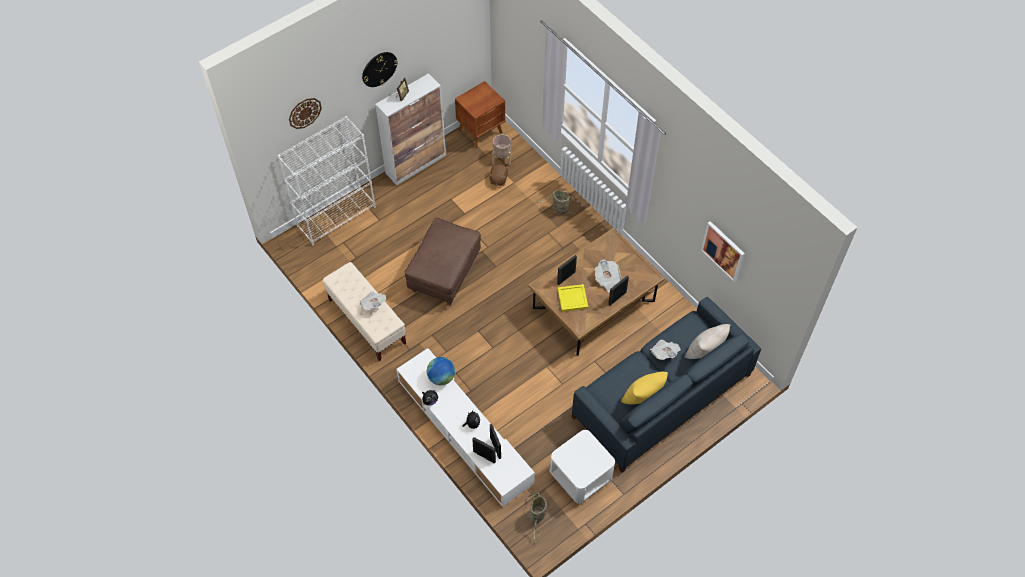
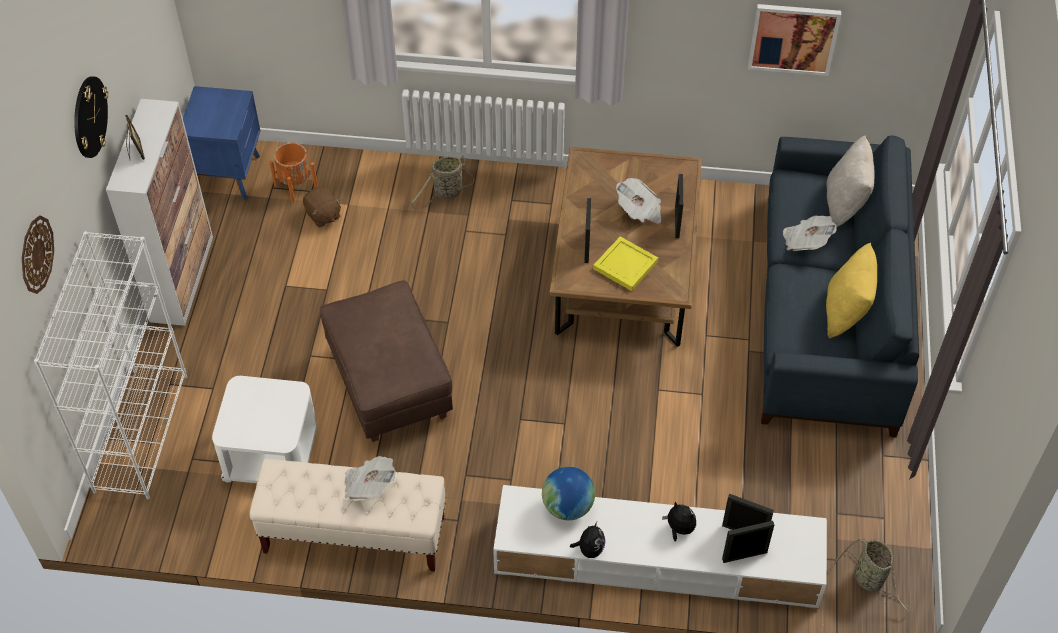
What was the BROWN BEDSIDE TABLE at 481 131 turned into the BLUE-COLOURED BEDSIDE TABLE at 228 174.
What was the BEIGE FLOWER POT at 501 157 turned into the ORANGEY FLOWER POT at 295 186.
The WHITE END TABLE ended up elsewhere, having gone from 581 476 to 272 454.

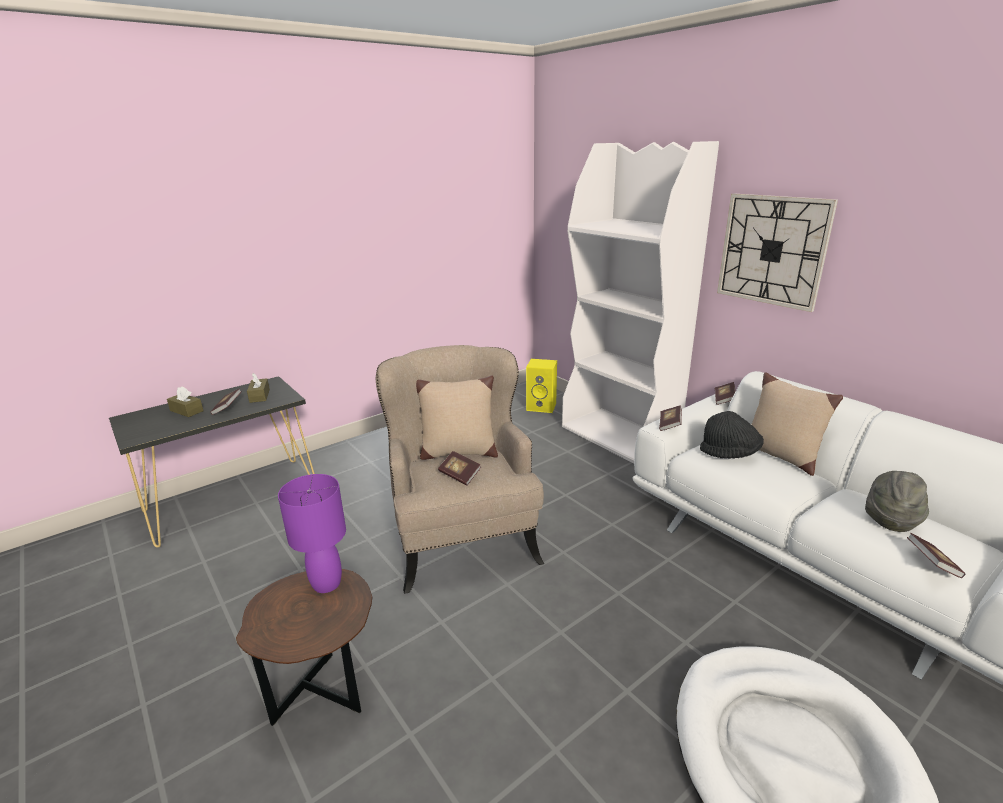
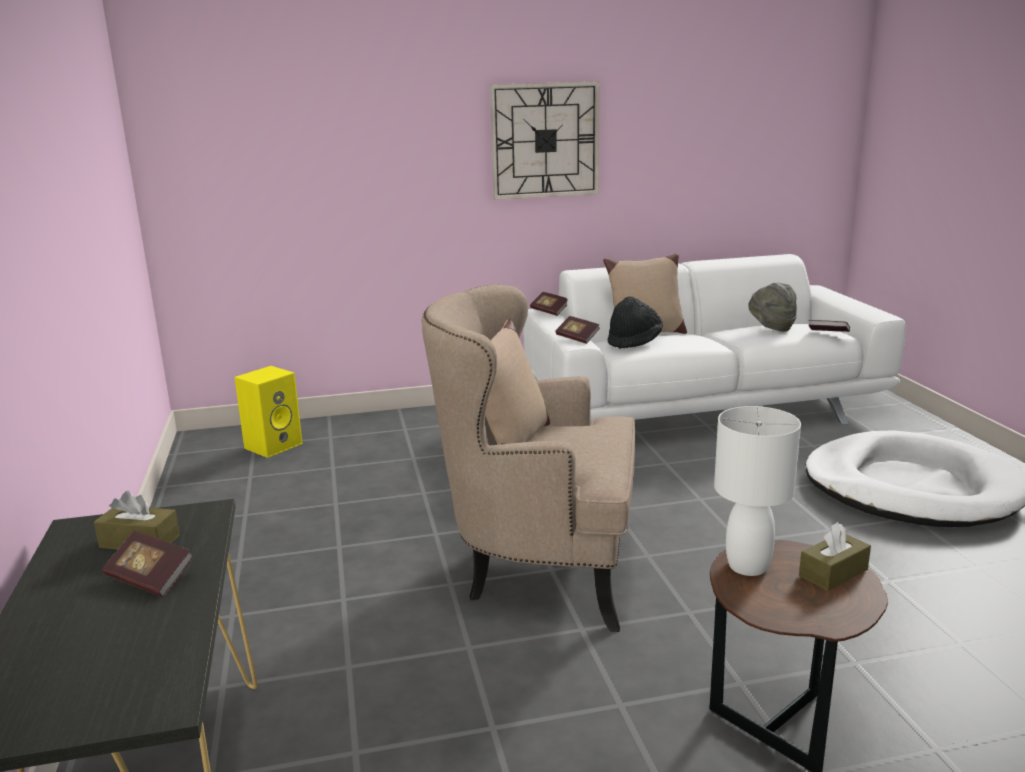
The second view lost the WHITE BOOKCASE at 620 436.
The BROWN TISSUE HOLDER ended up elsewhere, having gone from 186 411 to 833 573.
The second view lost the VOLUME at 460 475.
What was the PURPLE-COLOURED TABLETOP LAMP at 327 583 turned into the WHITE TABLETOP LAMP at 747 566.

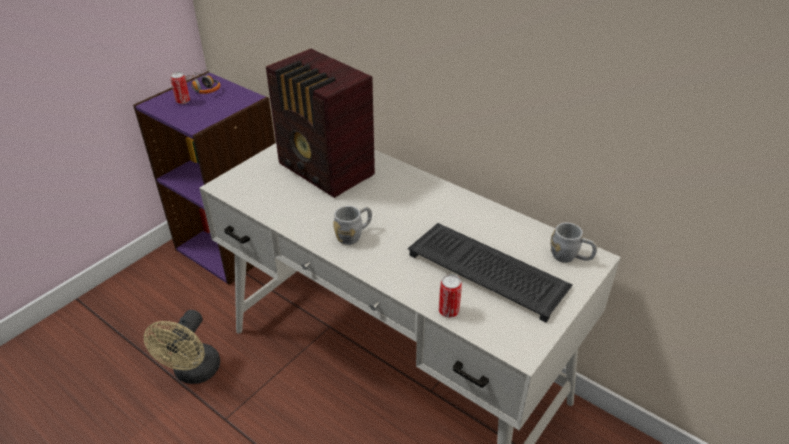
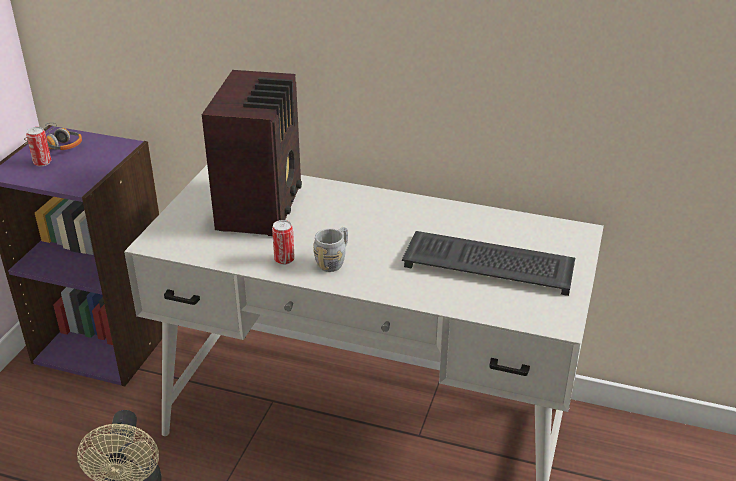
The RADIO at 326 171 ended up facing another way, 105 degrees counterclockwise from before.
The second view lost the GRAY MUG at 570 257.
The METAL CAN ended up elsewhere, having gone from 448 311 to 284 259.

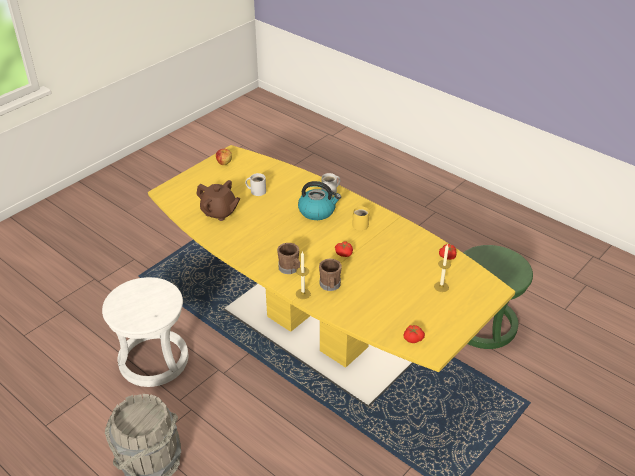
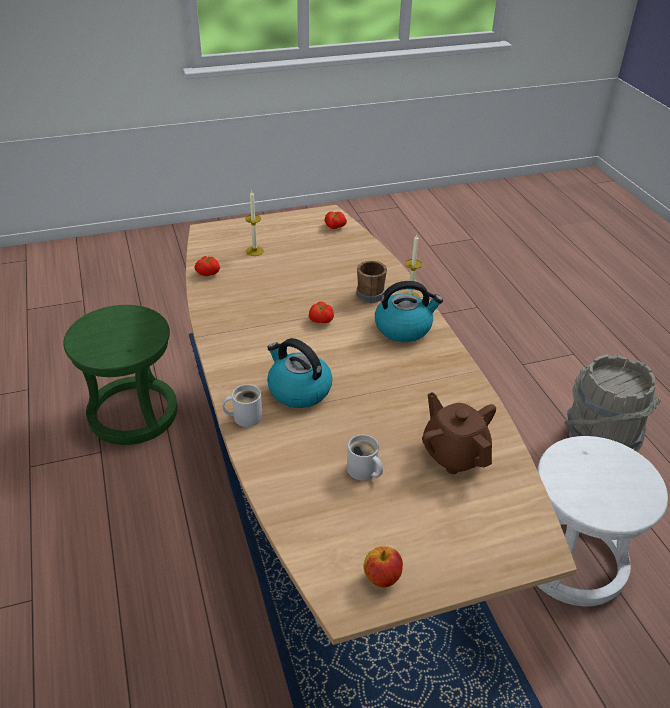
What was the YELLOW-COLOURED DINNER TABLE at 317 333 turned into the BROWN DINNER TABLE at 331 495.
The second view lost the YELLOW-COLOURED MUG at 361 224.
Where the BROWN MUG stood at 290 269, the KETTLE came to stand at 404 328.

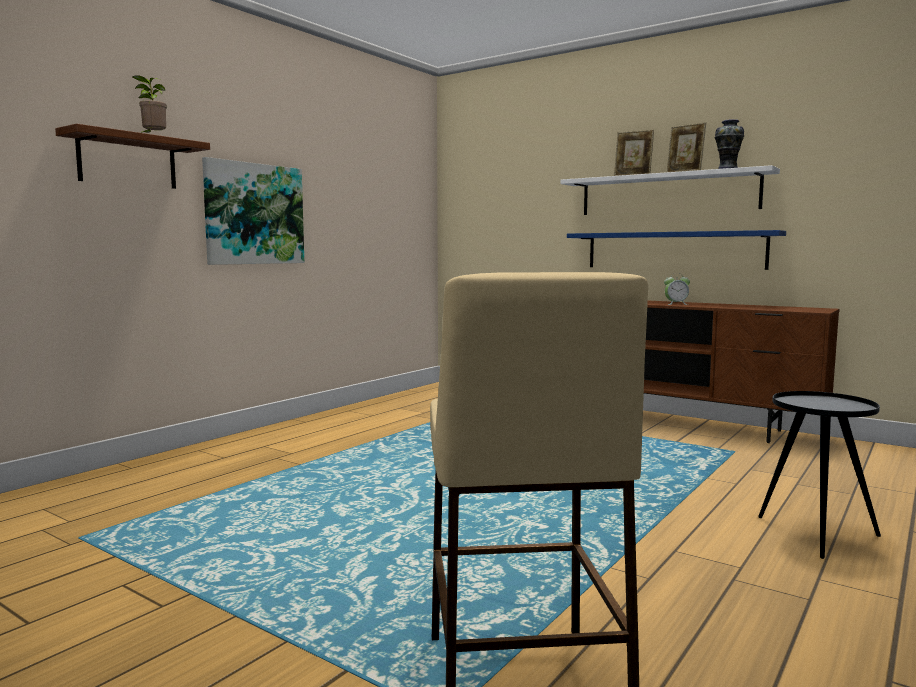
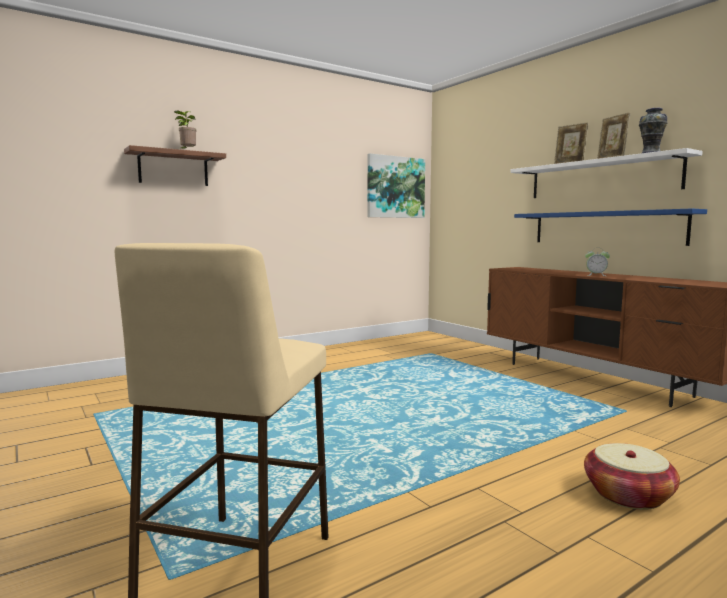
The WALL PICTURE ended up elsewhere, having gone from 254 214 to 395 187.
Where the BLACKISH END TABLE stood at 815 534, the BASKET came to stand at 628 495.

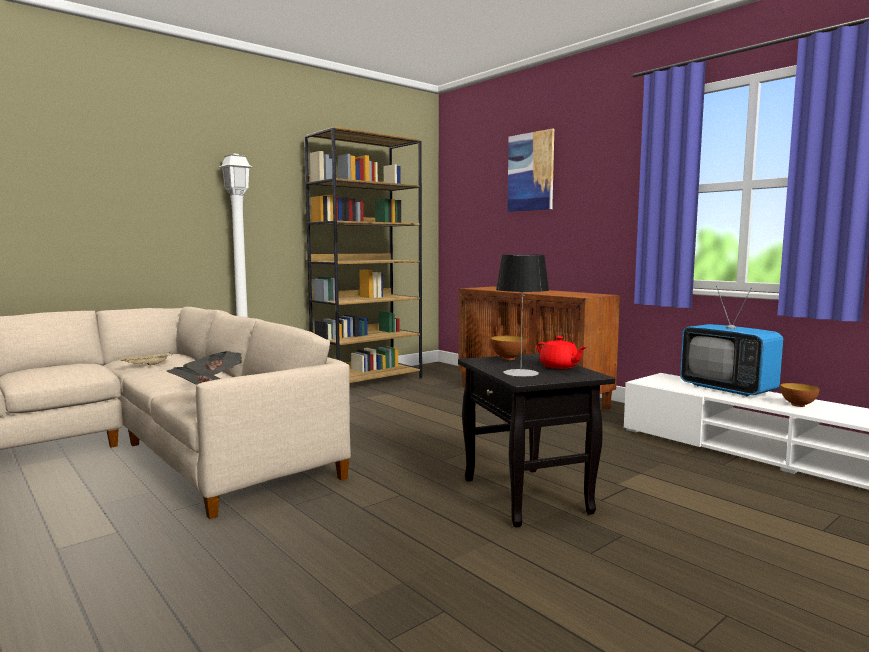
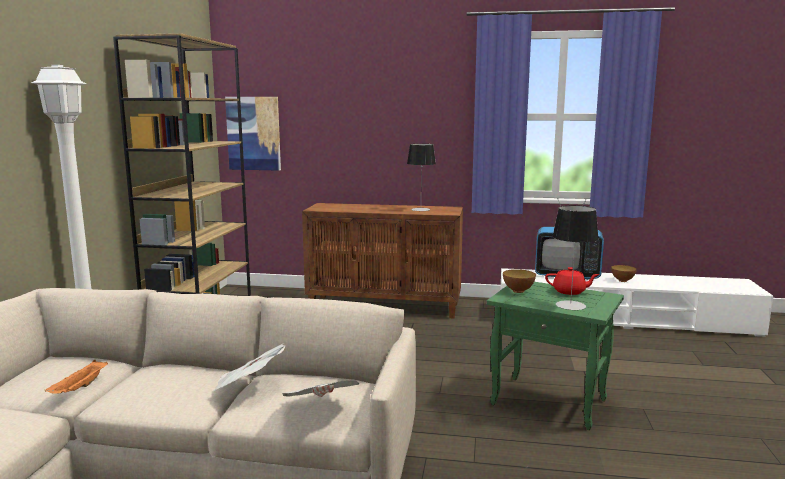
The WALL PICTURE ended up elsewhere, having gone from 530 172 to 253 133.
What was the BEIGE TRAY at 145 365 turned into the ORANGEY TRAY at 79 388.
What was the BLACKISH END TABLE at 528 497 turned into the GREEN END TABLE at 551 402.
The second view gained the TABLETOP LAMP at 420 209.

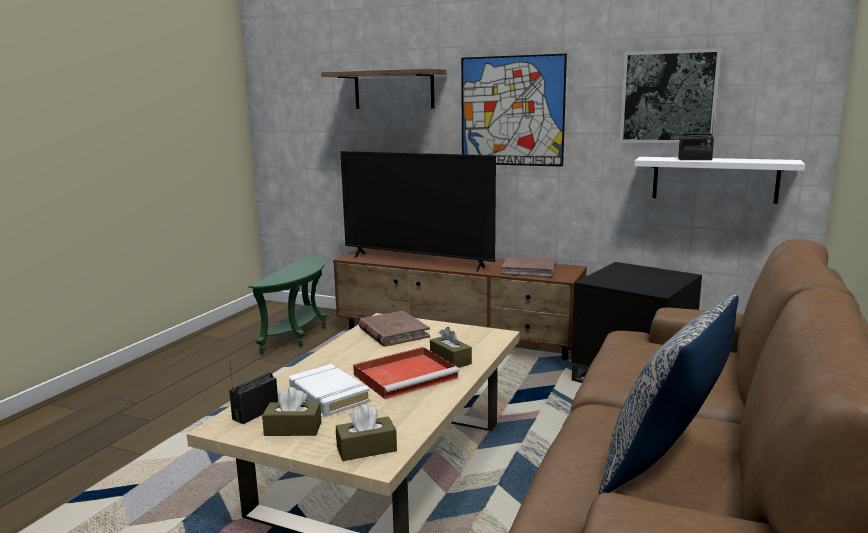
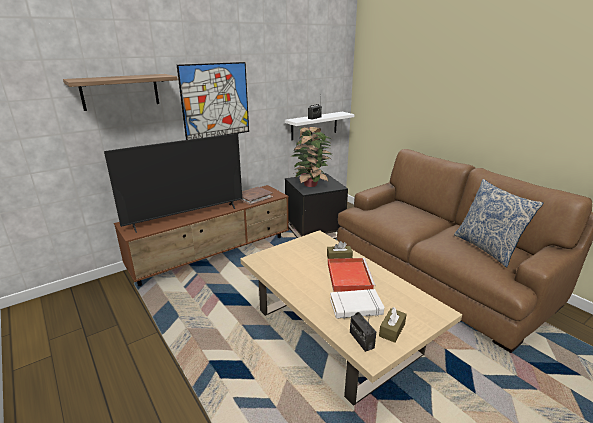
The second view lost the WALL PICTURE at 668 97.
The second view lost the GREEN END TABLE at 299 335.
The second view lost the BROWN VOLUME at 393 332.
The second view lost the BROWN TISSUE HOLDER at 366 449.
The second view gained the POTTED PLANT at 311 184.

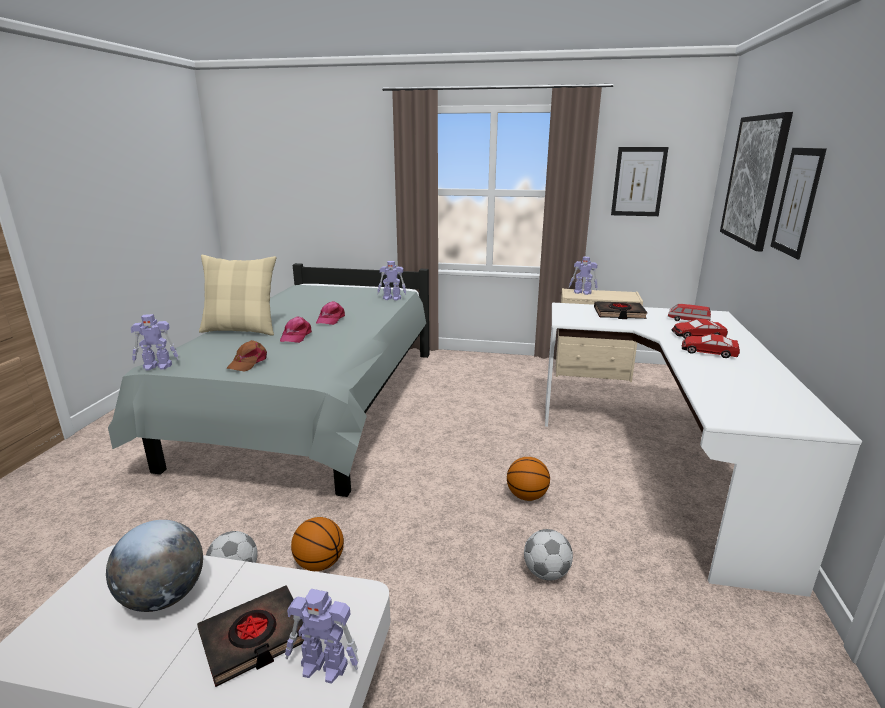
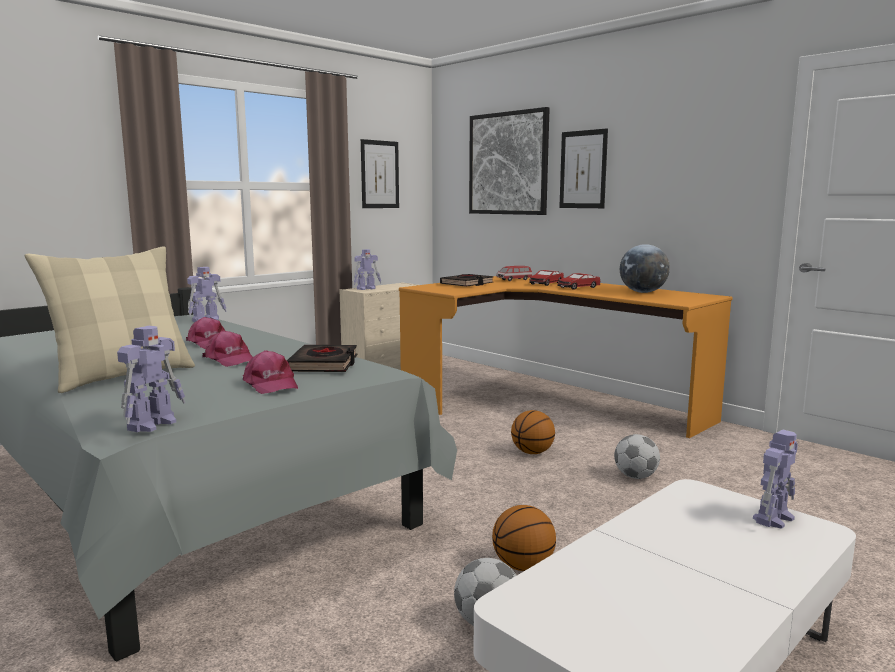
What was the WHITE DESK UNIT at 663 463 turned into the ORANGEY DESK UNIT at 550 402.
What was the BROWN BASEBALL CAP at 248 363 turned into the PINKISH BASEBALL CAP at 270 384.
The DESK GLOBE ended up elsewhere, having gone from 164 597 to 643 292.
The BLACKISH VOLUME ended up elsewhere, having gone from 254 638 to 324 364.

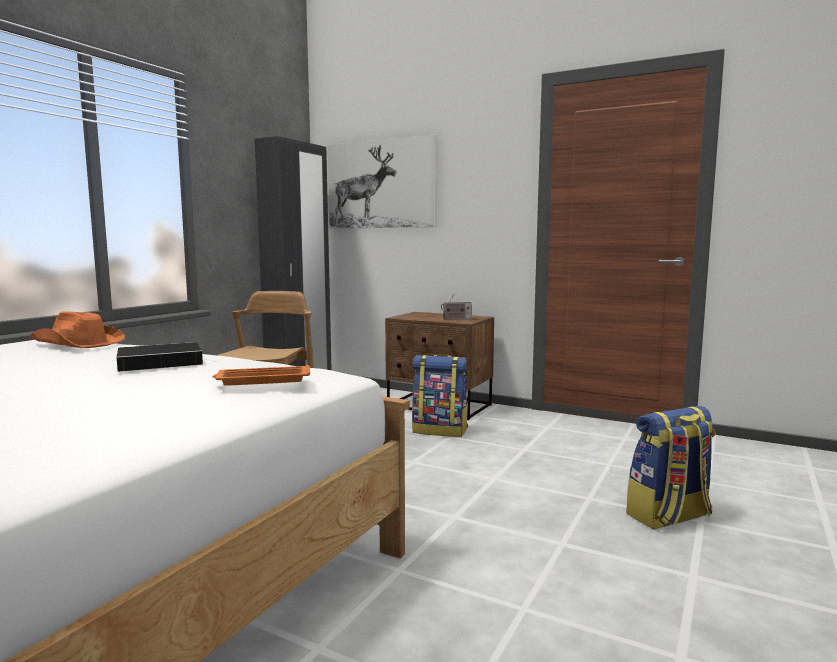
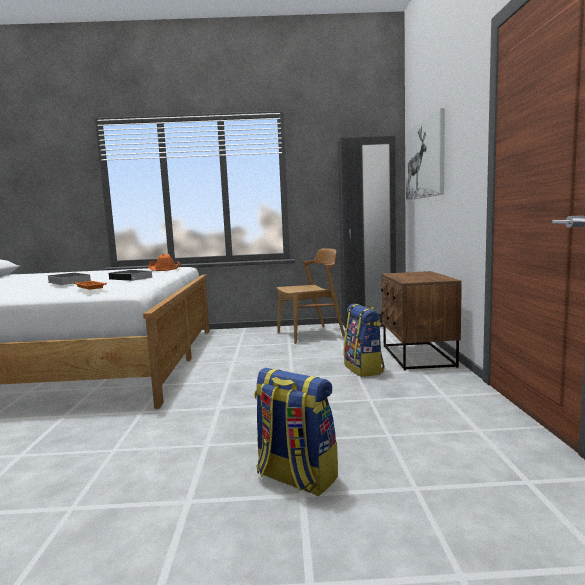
The second view lost the RADIO at 456 319.
The second view gained the VOLUME at 68 282.

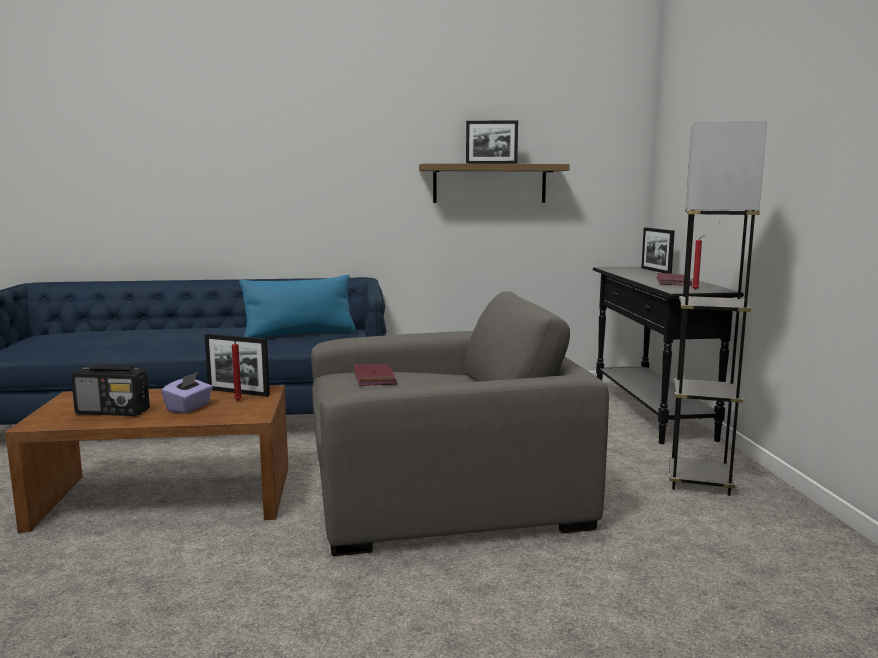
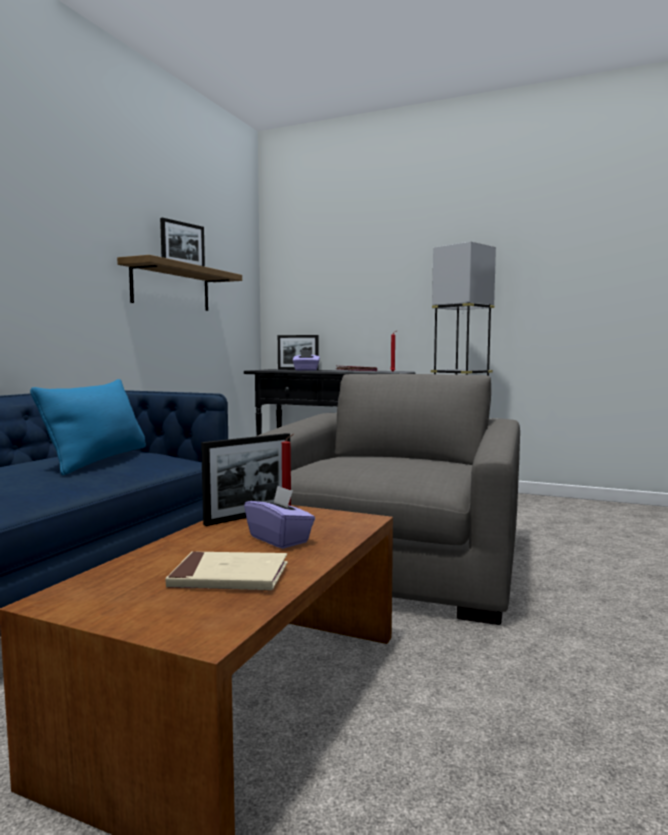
The second view lost the RED VOLUME at 374 378.
Where the RADIO stood at 113 412, the BEIGE VOLUME came to stand at 229 577.
The second view gained the PURPLE-COLOURED TISSUE HOLDER at 306 370.

